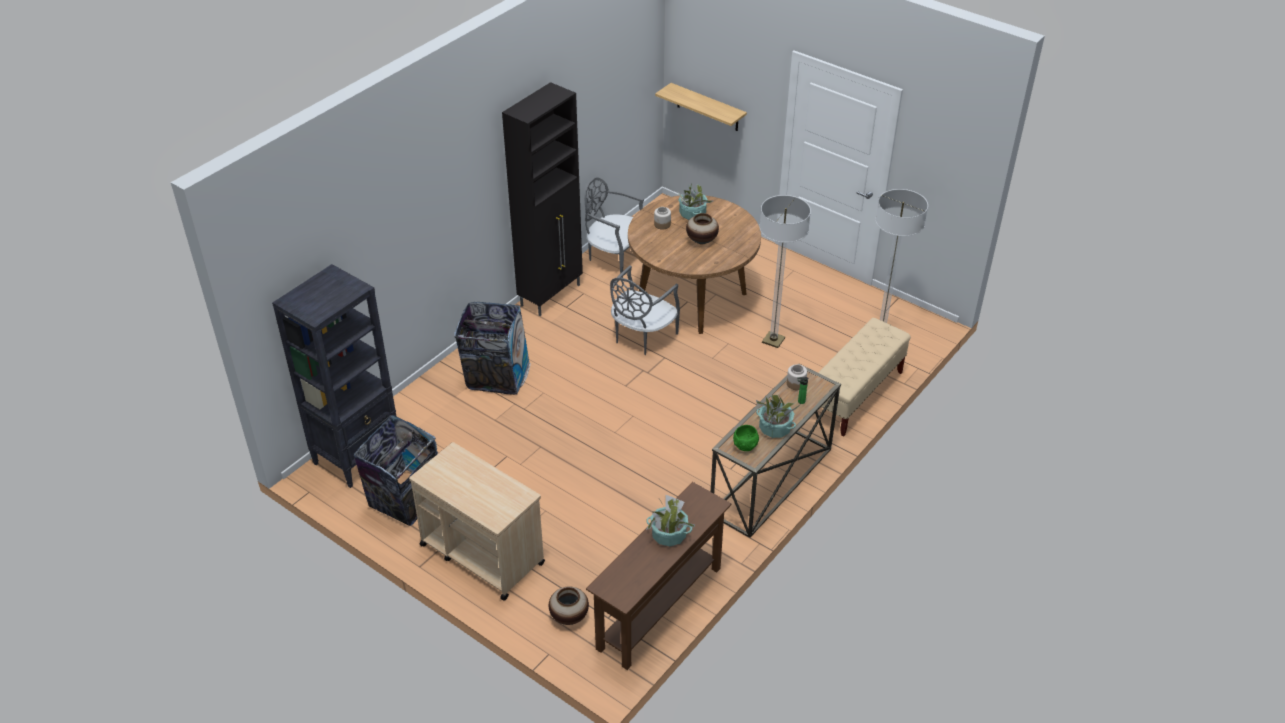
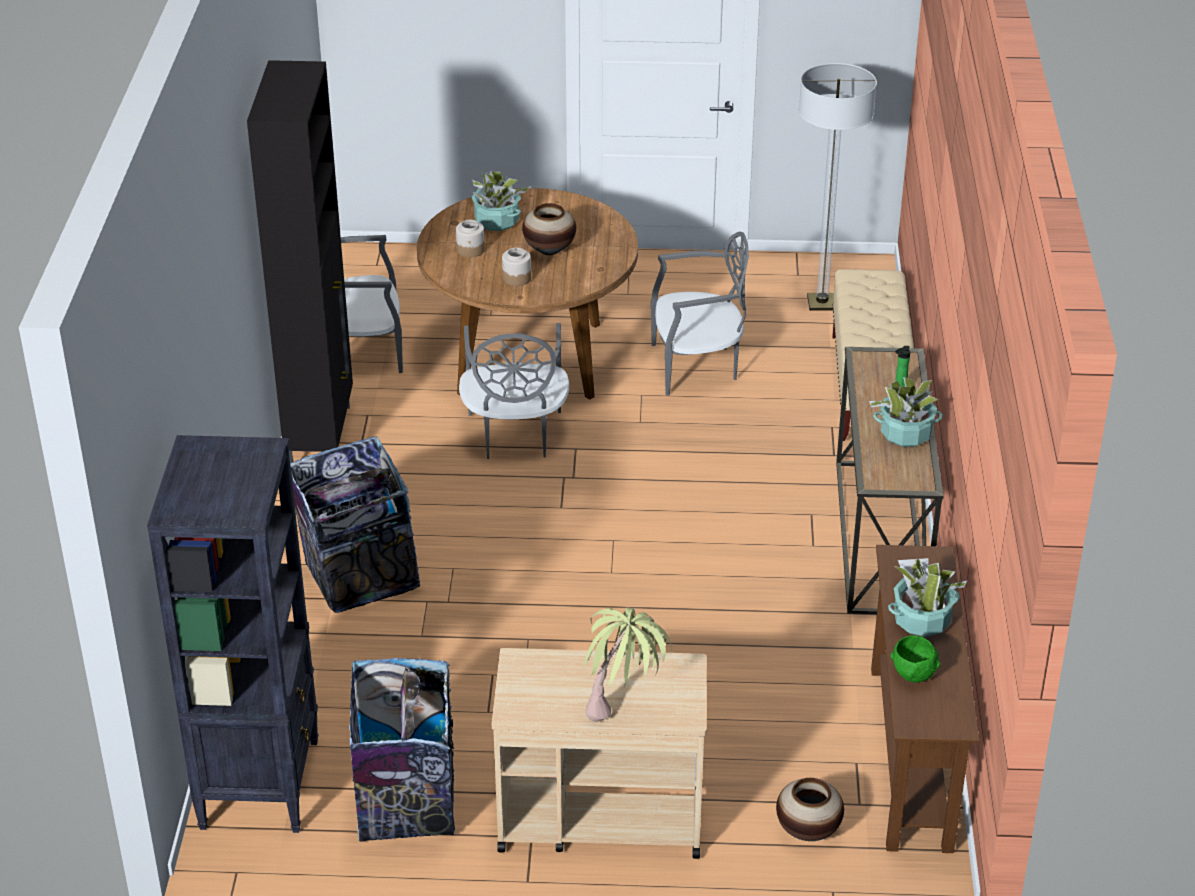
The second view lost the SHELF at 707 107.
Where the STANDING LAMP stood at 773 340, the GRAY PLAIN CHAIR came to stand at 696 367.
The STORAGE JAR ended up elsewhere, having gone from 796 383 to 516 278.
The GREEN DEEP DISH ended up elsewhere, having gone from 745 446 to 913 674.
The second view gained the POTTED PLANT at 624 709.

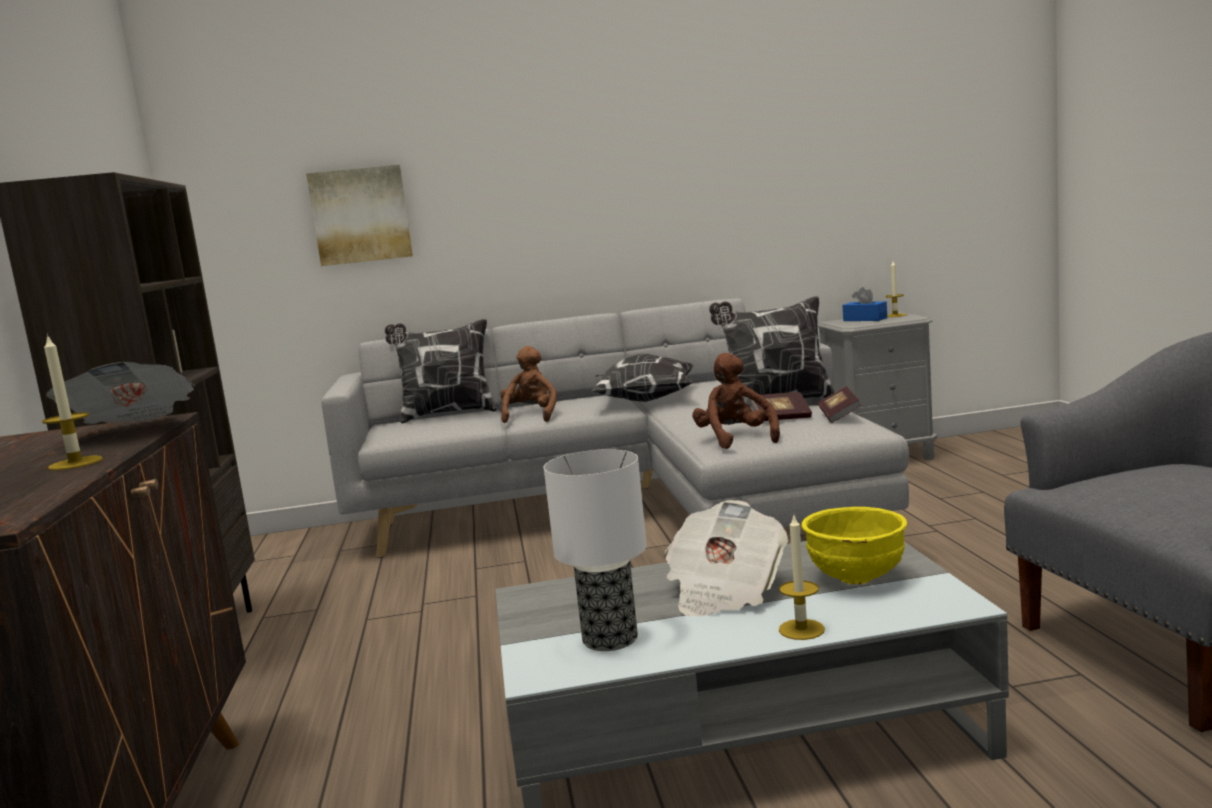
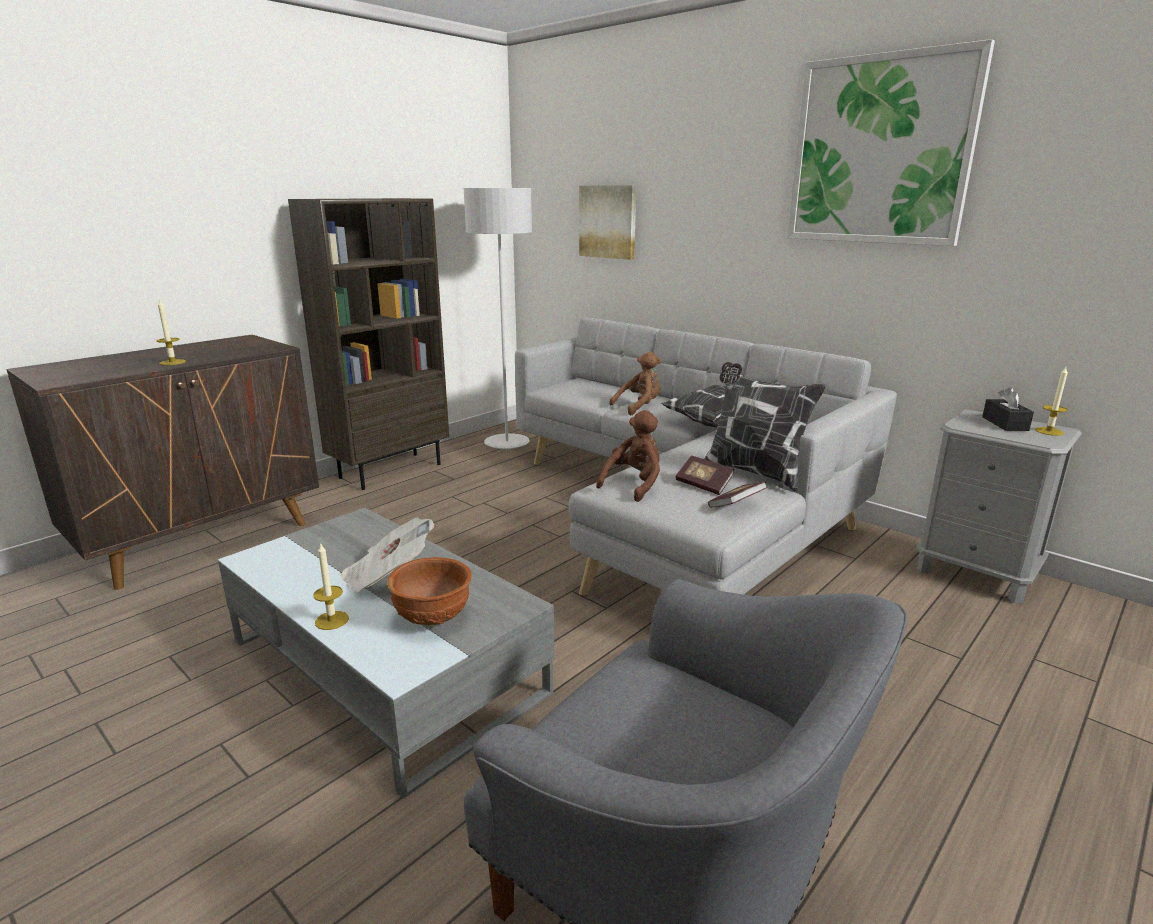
What was the BLUE-COLOURED TISSUE HOLDER at 865 319 turned into the BLACKISH TISSUE HOLDER at 1005 423.
The second view lost the THROW PILLOW at 447 415.
The second view lost the DAILY PAPER at 134 431.
The second view lost the TABLETOP LAMP at 610 638.
What was the YELLOW-COLOURED DEEP DISH at 857 578 turned into the BROWN DEEP DISH at 433 618.
The second view gained the WALL PICTURE at 880 151.
The second view gained the GRAY STANDING LAMP at 507 443.

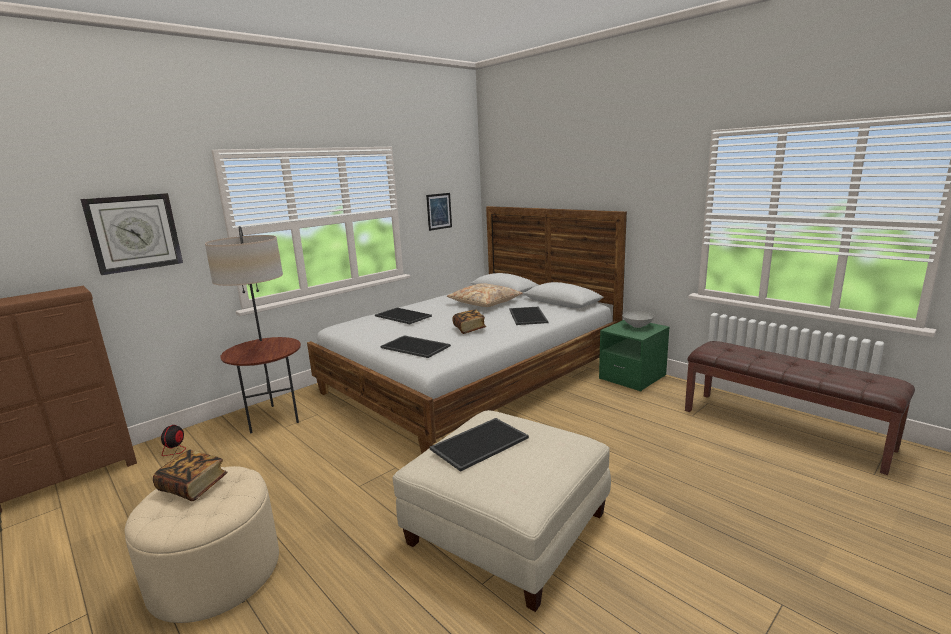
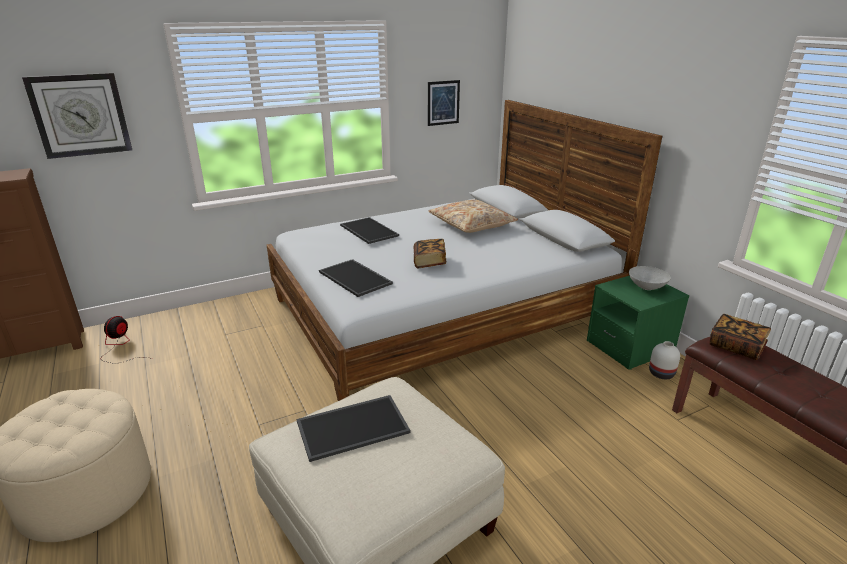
The second view lost the STANDING LAMP at 274 418.
The second view lost the TRAY at 529 316.
The VOLUME ended up elsewhere, having gone from 193 486 to 736 346.
The second view gained the WHITE DECORATIVE VASE at 660 373.

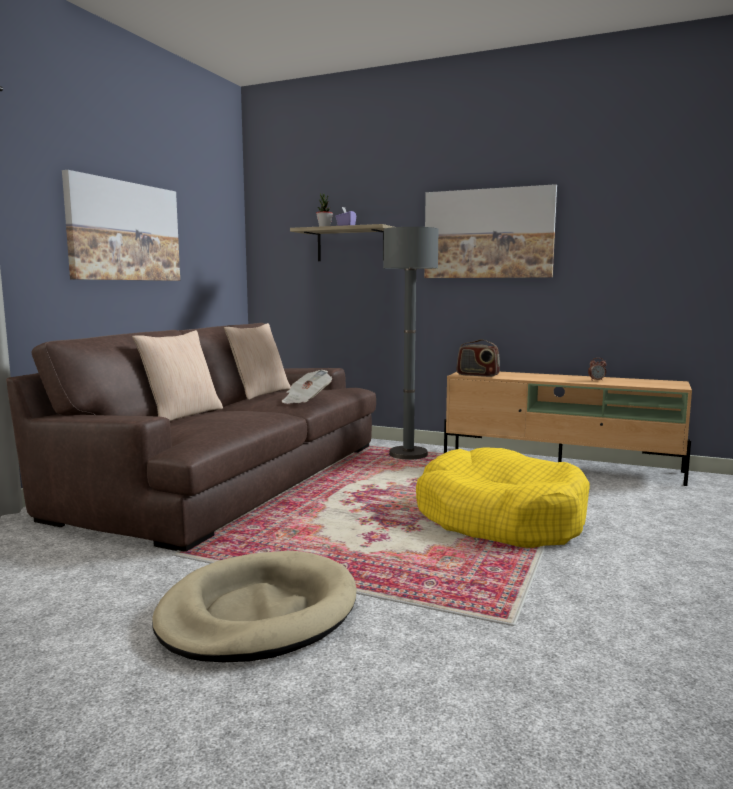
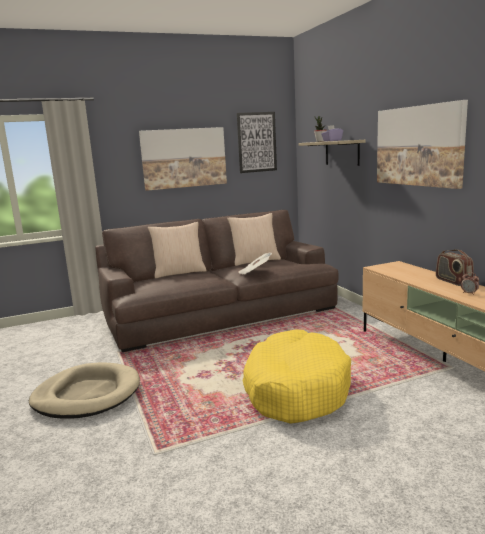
The second view lost the GRAY STANDING LAMP at 408 455.
The RADIO ended up elsewhere, having gone from 477 375 to 453 281.
The second view gained the WALL PICTURE at 257 142.

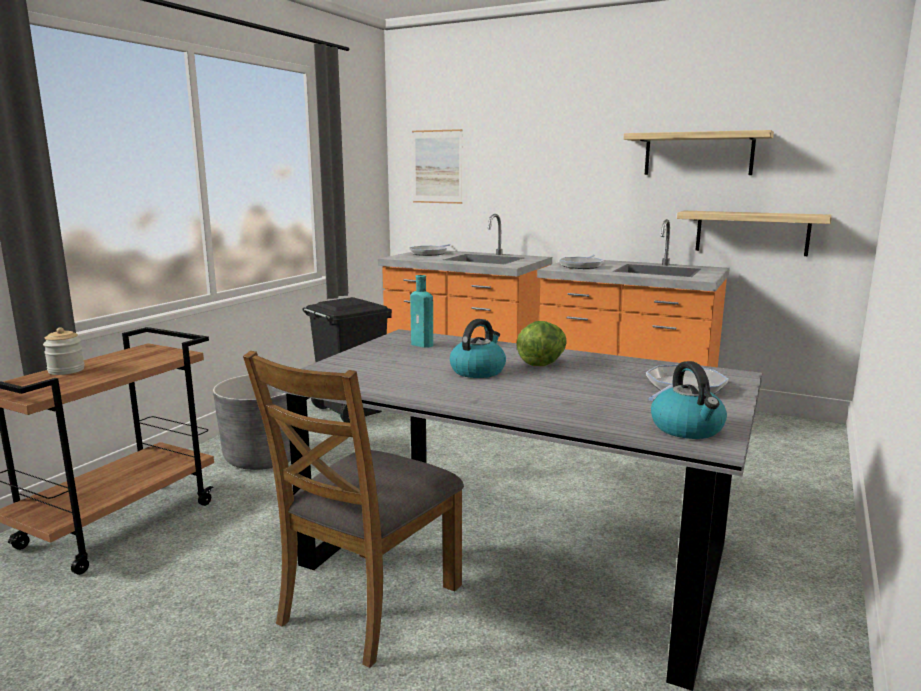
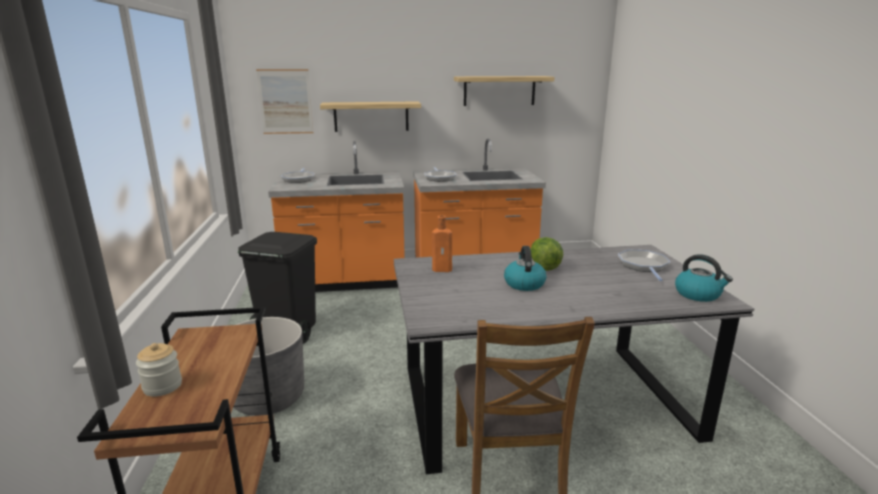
The SHELF ended up elsewhere, having gone from 751 232 to 371 116.
What was the TURQUOISE BEVERAGE BOTTLE at 423 345 turned into the ORANGEY BEVERAGE BOTTLE at 443 269.

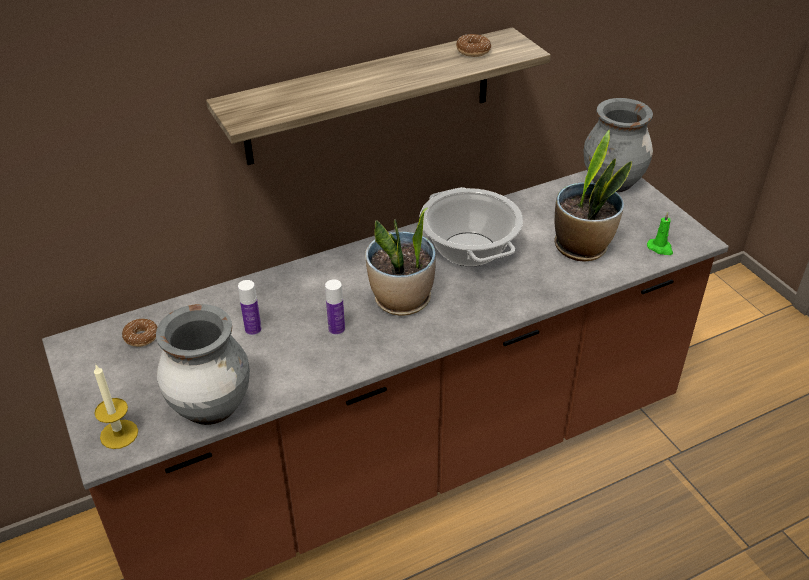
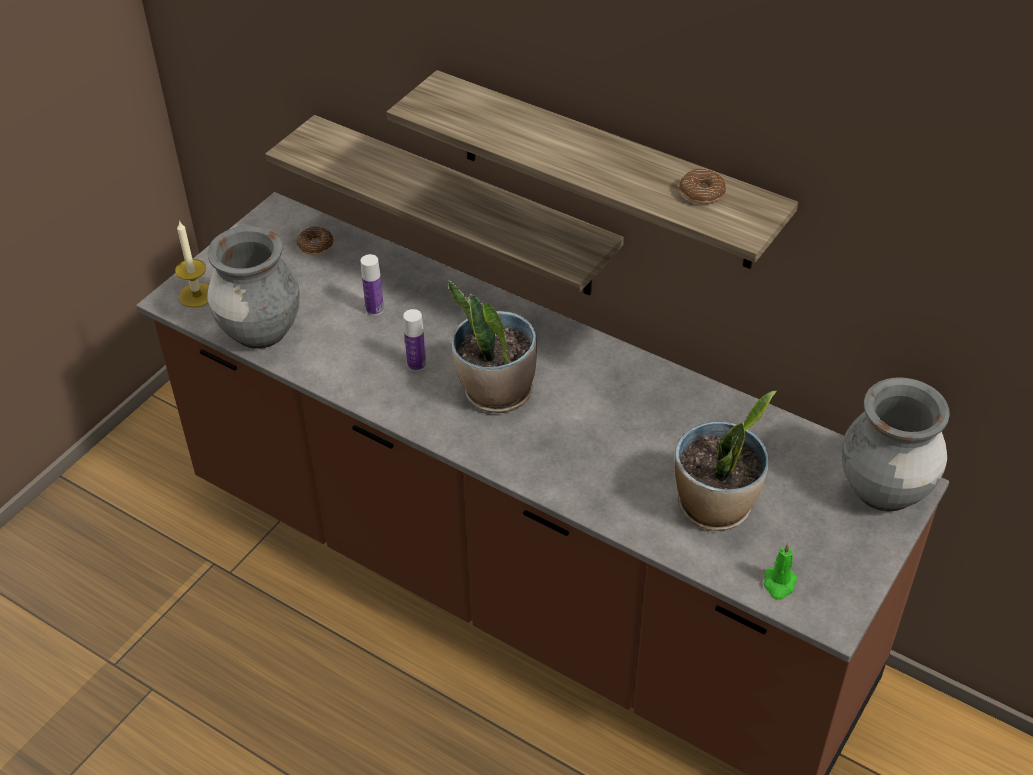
The second view lost the STOCKPOT at 469 250.
The second view gained the SHELF at 463 207.

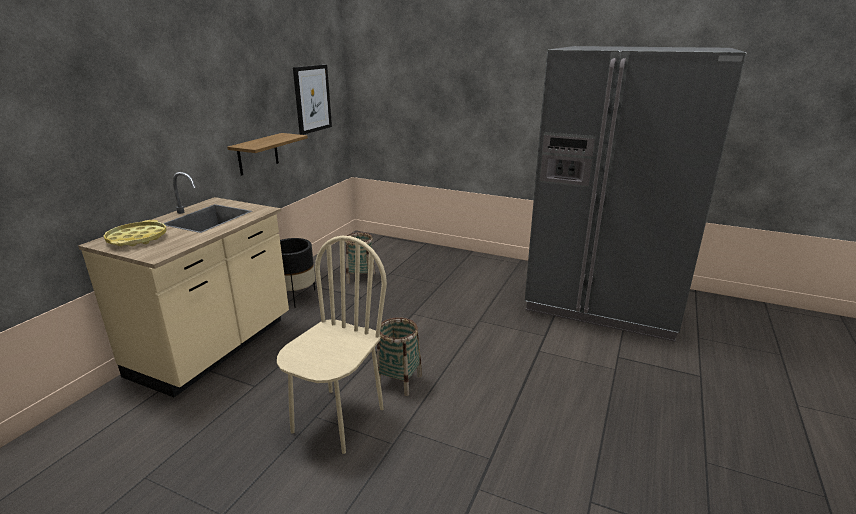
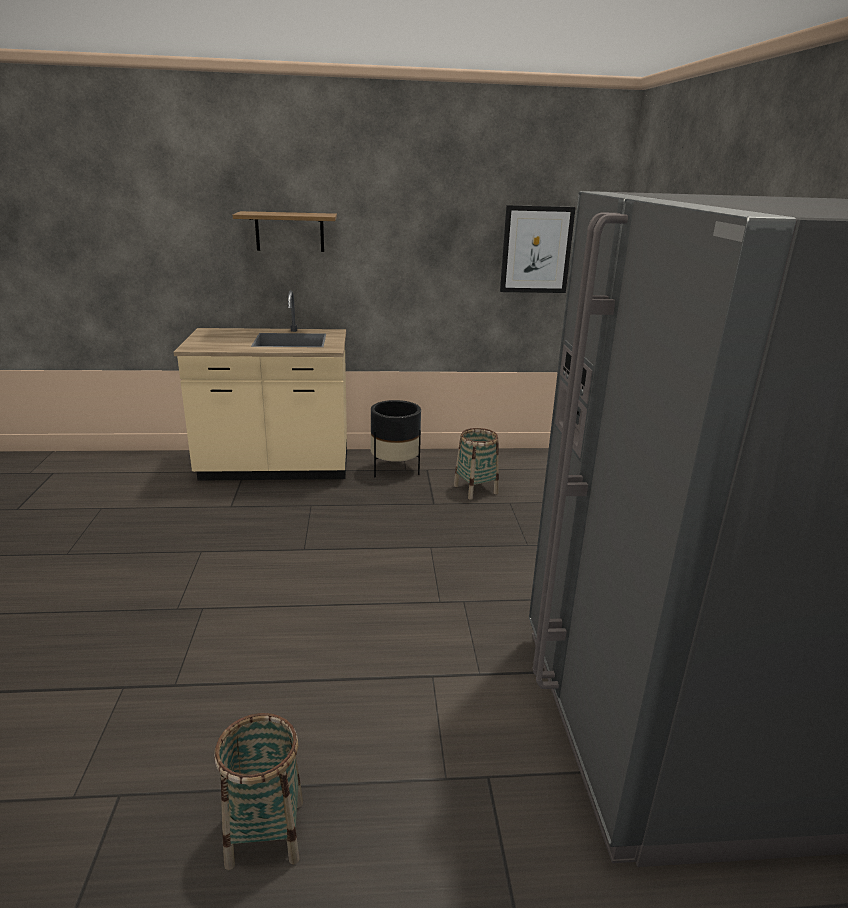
The SHELF ended up elsewhere, having gone from 258 154 to 289 231.
The second view lost the YELLOW-COLOURED TRAY at 137 238.
The second view lost the BEIGE PLAIN CHAIR at 337 420.
The BASKET ended up elsewhere, having gone from 399 381 to 265 832.

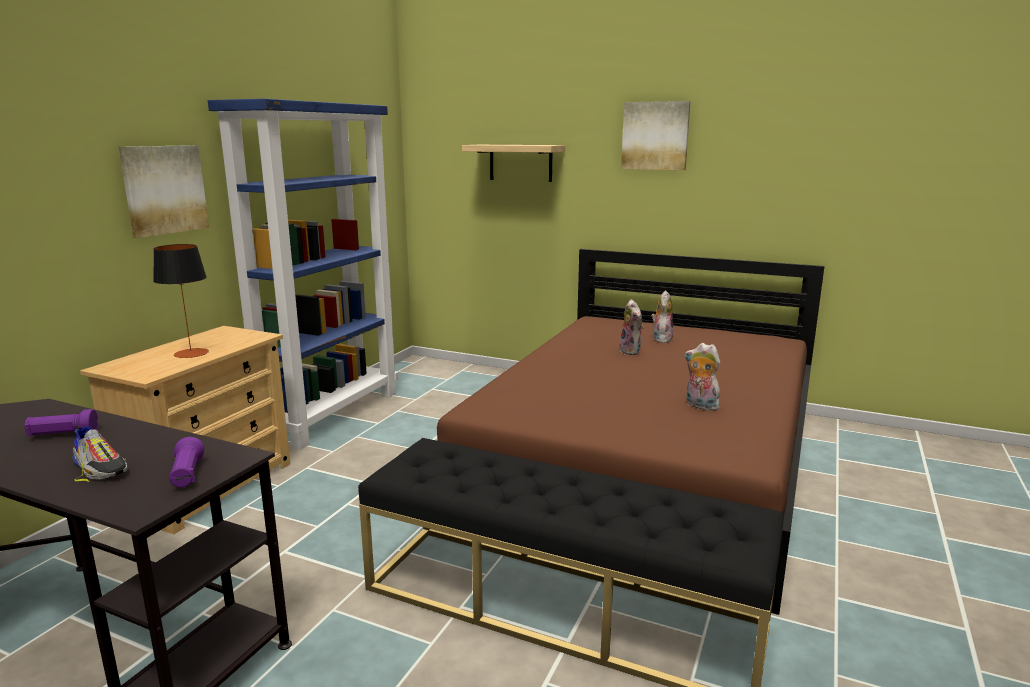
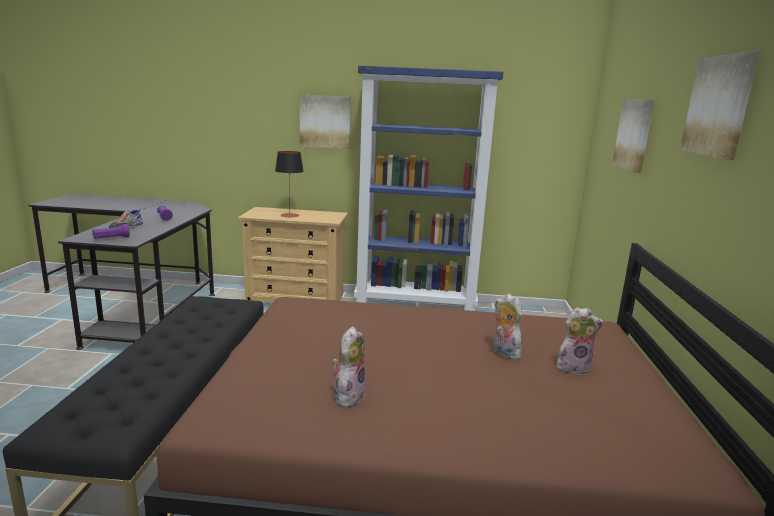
Where the SHELF hung at 520 162, the WALL PICTURE came to hang at 634 134.
The CUDDLY TOY at 631 351 ended up facing another way, 90 degrees clockwise from before.

